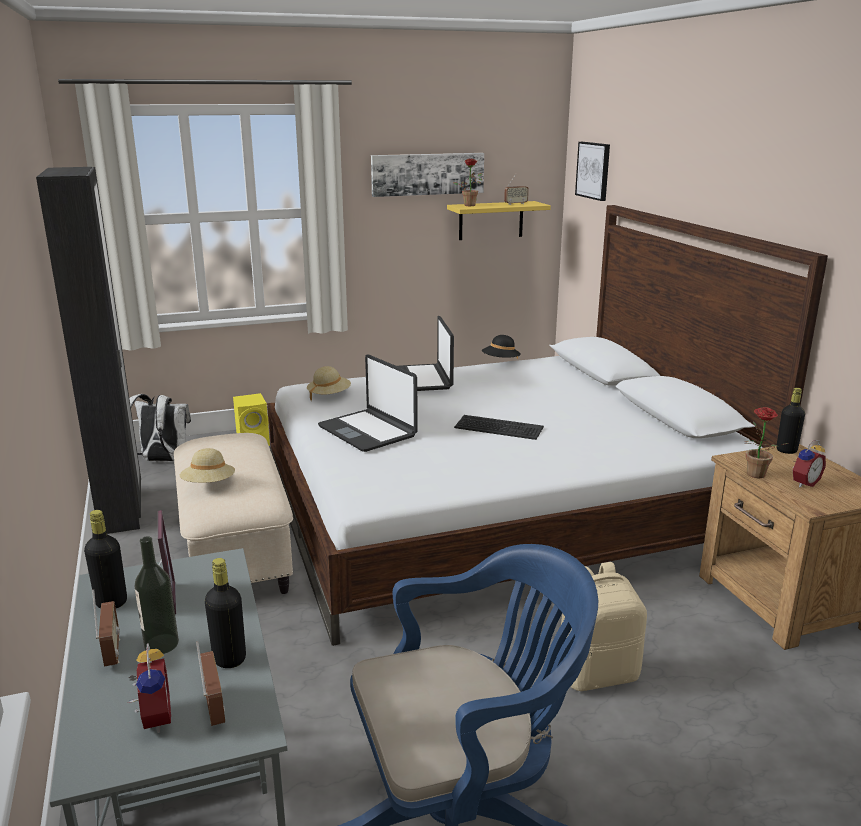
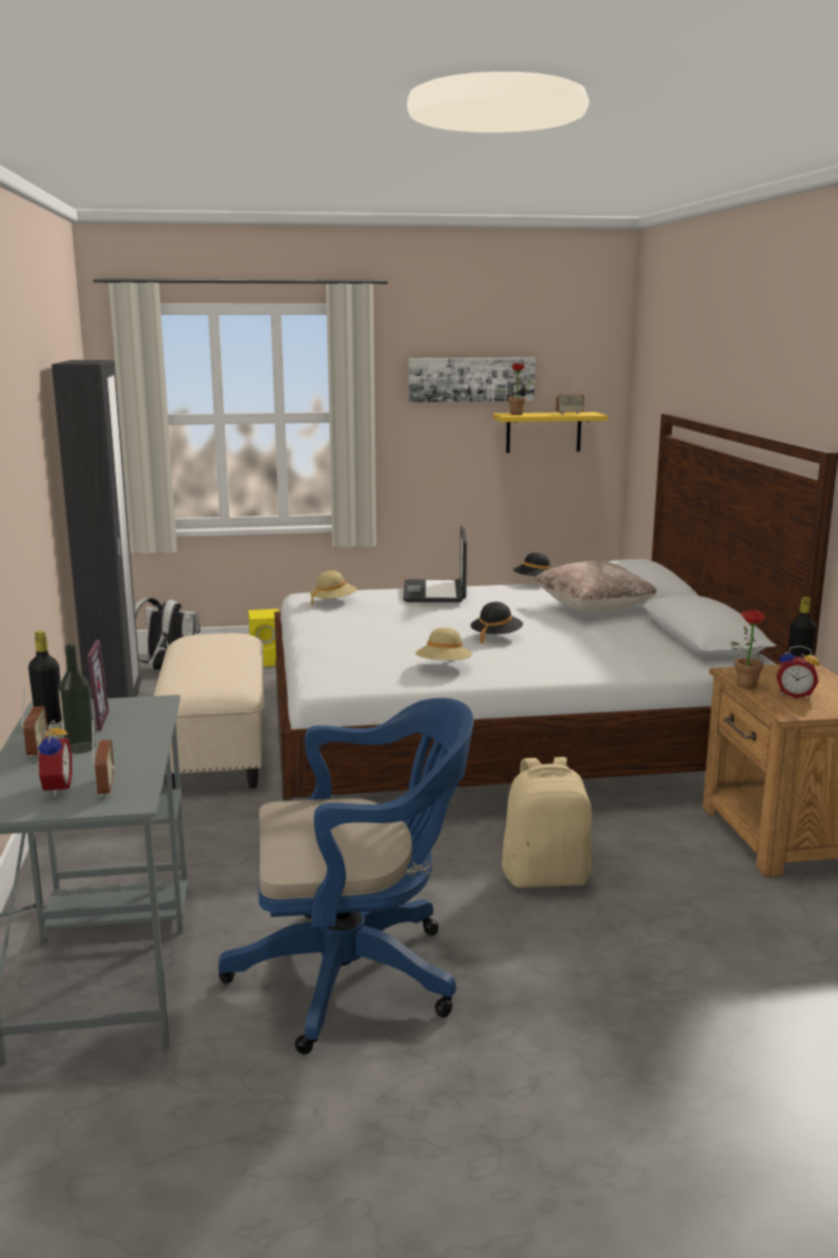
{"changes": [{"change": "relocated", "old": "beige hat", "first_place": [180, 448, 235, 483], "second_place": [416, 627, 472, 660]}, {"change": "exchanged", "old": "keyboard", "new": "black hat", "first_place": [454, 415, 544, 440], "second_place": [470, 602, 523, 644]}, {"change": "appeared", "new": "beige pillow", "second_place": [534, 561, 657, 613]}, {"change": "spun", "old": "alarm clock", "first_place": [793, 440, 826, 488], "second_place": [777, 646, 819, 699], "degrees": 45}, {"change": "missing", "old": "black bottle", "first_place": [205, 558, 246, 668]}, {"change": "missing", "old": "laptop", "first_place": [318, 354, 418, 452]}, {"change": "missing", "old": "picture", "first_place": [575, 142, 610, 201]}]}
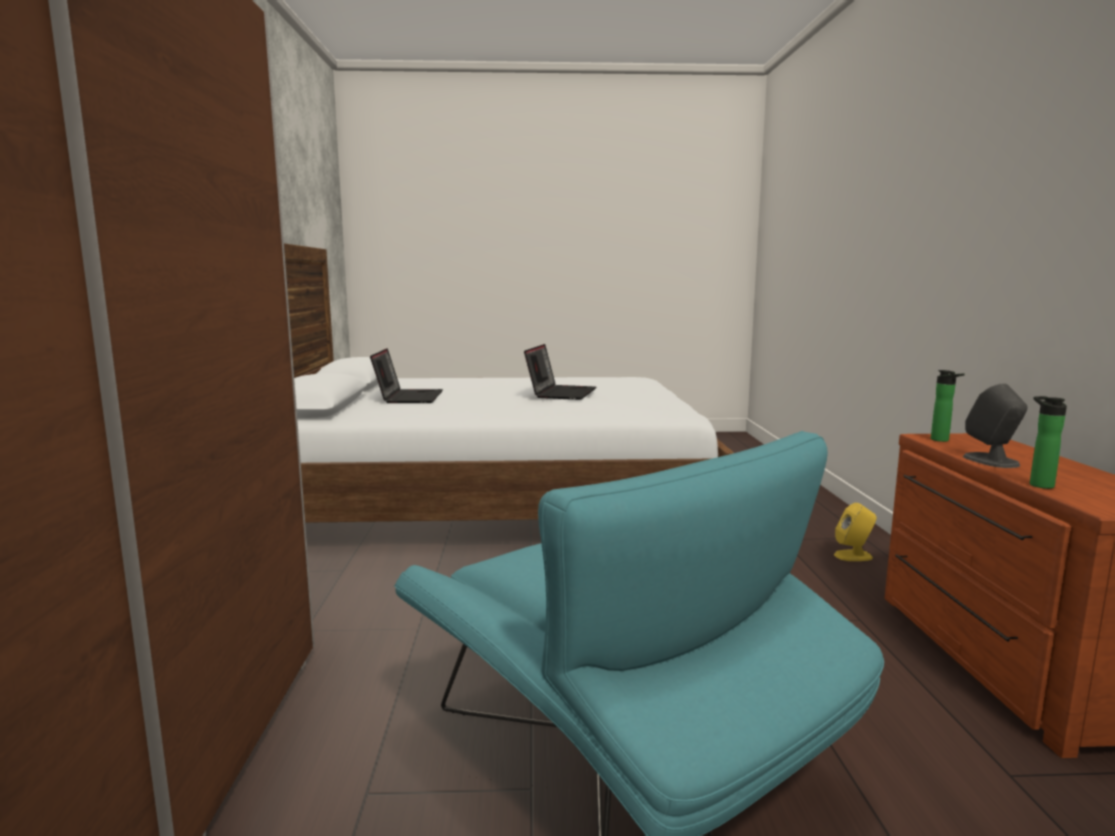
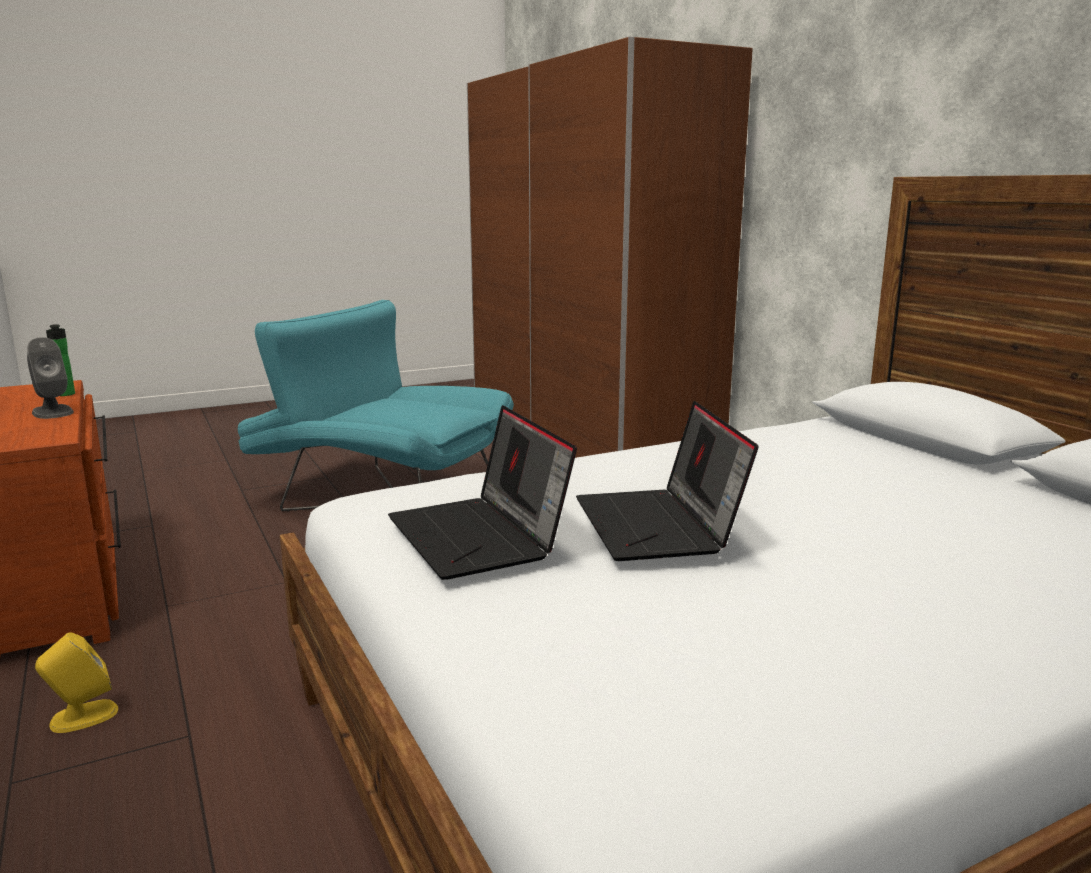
{"changes": [{"change": "relocated", "old": "laptop", "first_place": [370, 348, 443, 403], "second_place": [388, 405, 577, 580]}, {"change": "missing", "old": "bottle", "first_place": [931, 370, 965, 442]}]}
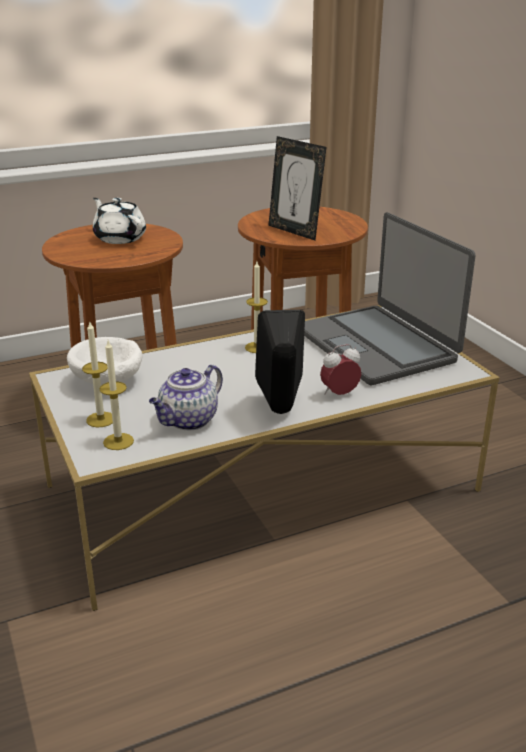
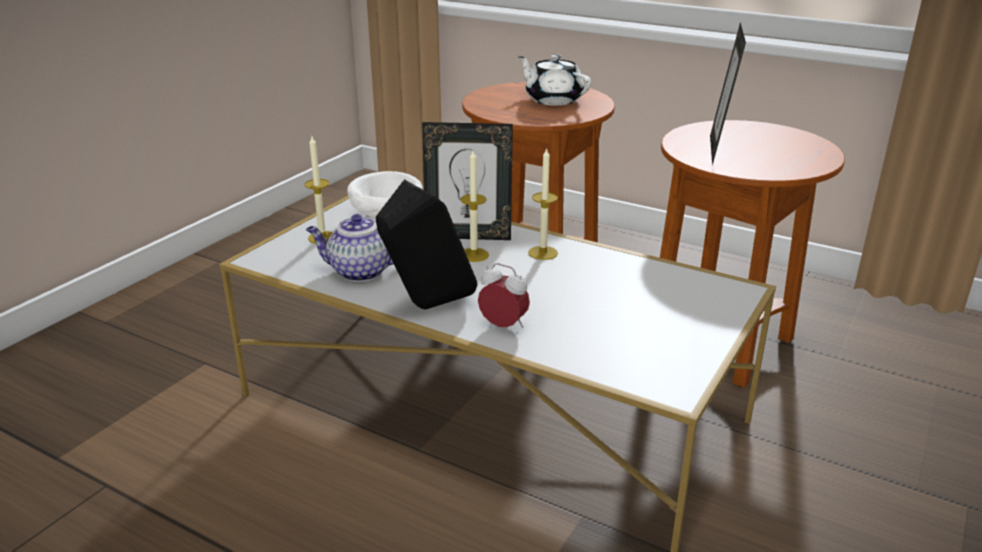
{"changes": [{"change": "appeared", "new": "picture frame", "second_place": [422, 122, 513, 240]}, {"change": "relocated", "old": "candle", "first_place": [99, 341, 134, 450], "second_place": [460, 150, 489, 262]}, {"change": "spun", "old": "white teapot", "first_place": [93, 198, 146, 244], "second_place": [518, 54, 591, 106], "degrees": -60}, {"change": "missing", "old": "laptop", "first_place": [304, 212, 475, 385]}]}
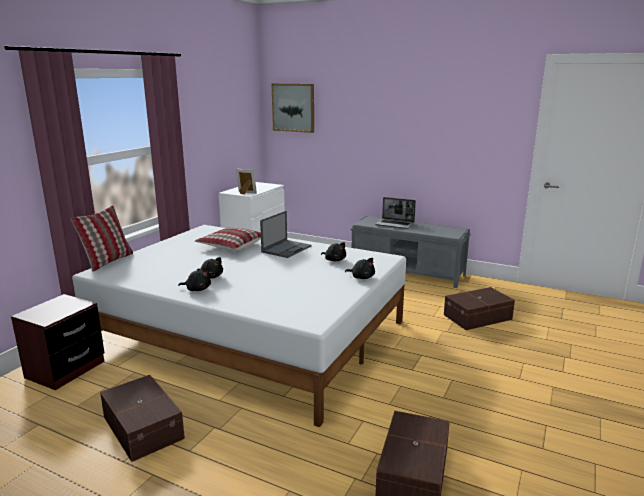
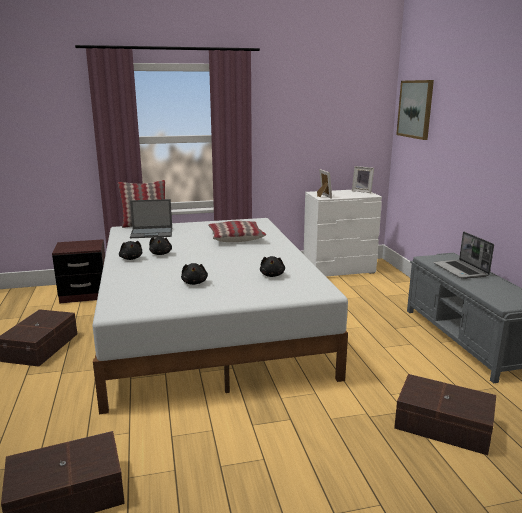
{"changes": [{"change": "relocated", "old": "laptop", "first_place": [260, 211, 312, 258], "second_place": [130, 199, 172, 238]}, {"change": "relocated", "old": "black plush toy", "first_place": [345, 258, 375, 279], "second_place": [181, 263, 208, 285]}, {"change": "appeared", "new": "picture frame", "second_place": [352, 166, 374, 193]}]}
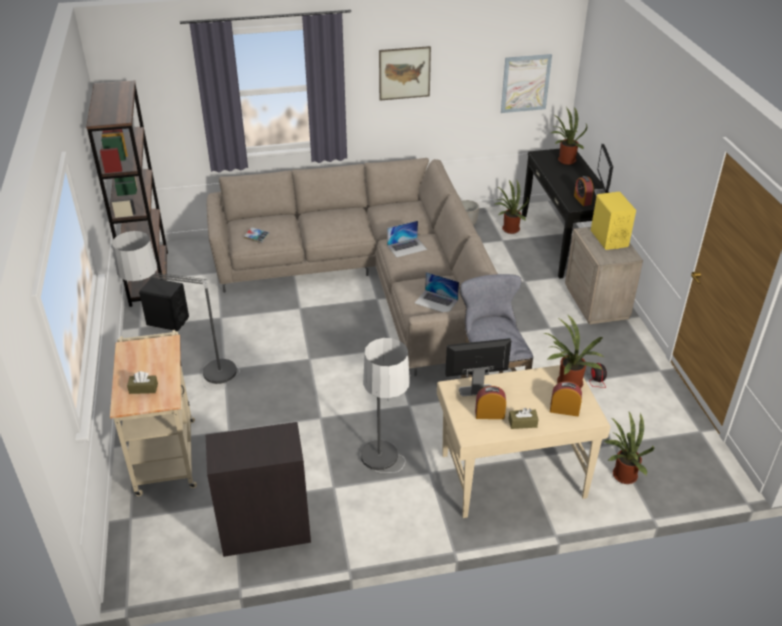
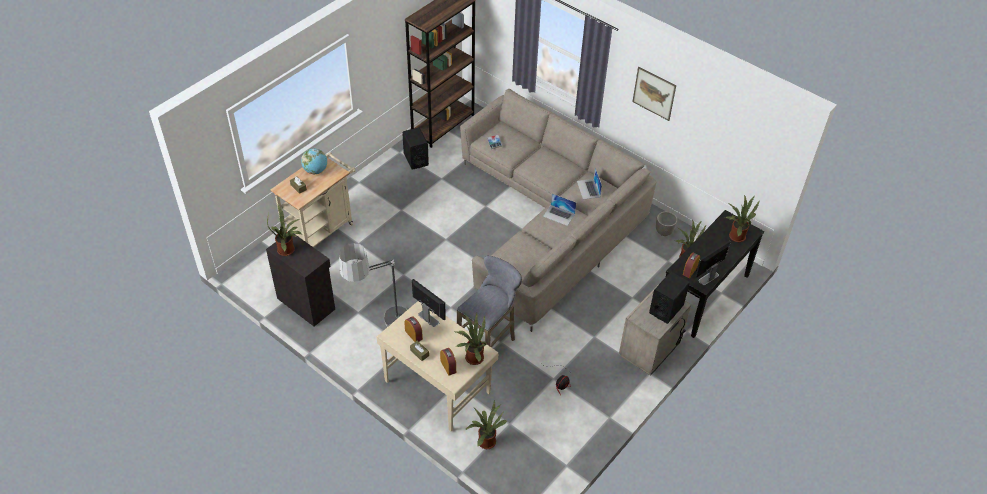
{"changes": [{"change": "appeared", "new": "potted plant", "second_place": [267, 205, 301, 256]}, {"change": "appeared", "new": "globe", "second_place": [301, 148, 327, 174]}, {"change": "relocated", "old": "laptop", "first_place": [415, 272, 459, 312], "second_place": [577, 168, 602, 199]}, {"change": "colour", "old": "yellow speaker", "new": "black speaker", "first_place": [591, 192, 636, 250], "second_place": [649, 272, 689, 324]}, {"change": "missing", "old": "floor lamp", "first_place": [112, 231, 240, 390]}, {"change": "missing", "old": "picture", "first_place": [501, 54, 552, 113]}]}
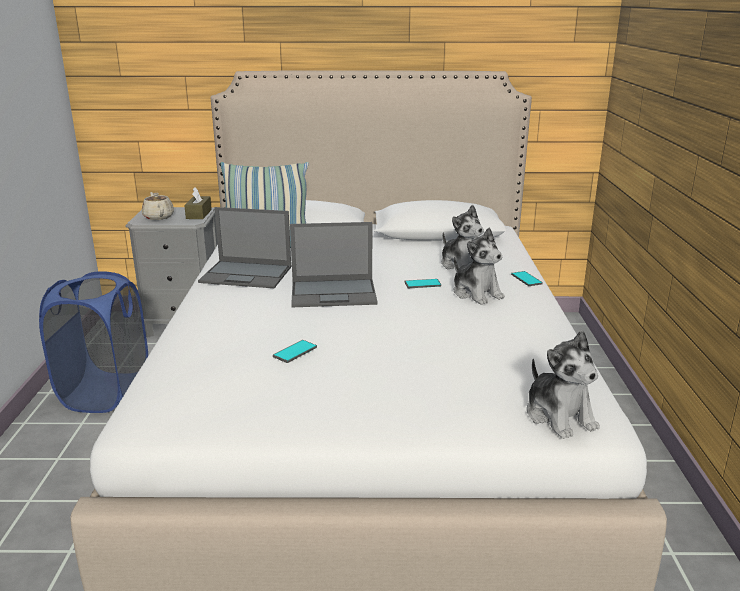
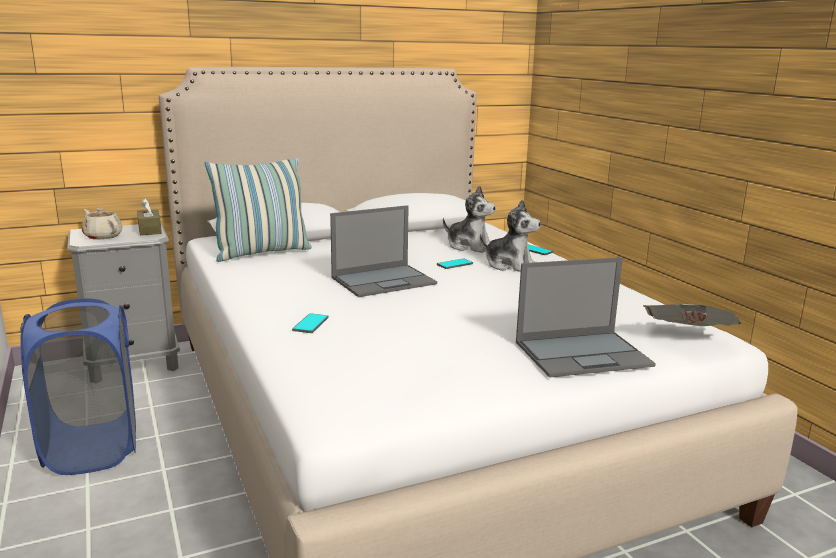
{"changes": [{"change": "relocated", "old": "phone", "first_place": [273, 340, 317, 363], "second_place": [292, 313, 329, 333]}, {"change": "relocated", "old": "laptop", "first_place": [198, 207, 291, 288], "second_place": [516, 257, 656, 378]}, {"change": "exchanged", "old": "plush toy", "new": "newspaper", "first_place": [527, 330, 600, 439], "second_place": [643, 304, 741, 326]}]}
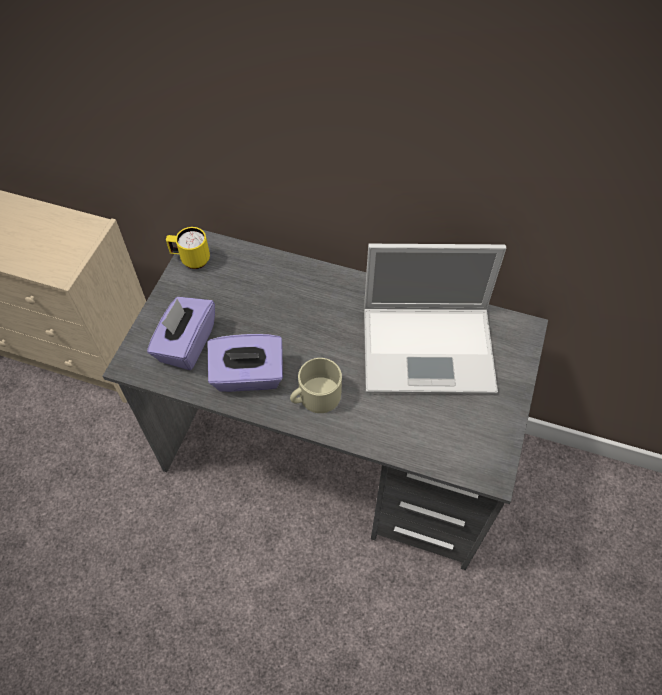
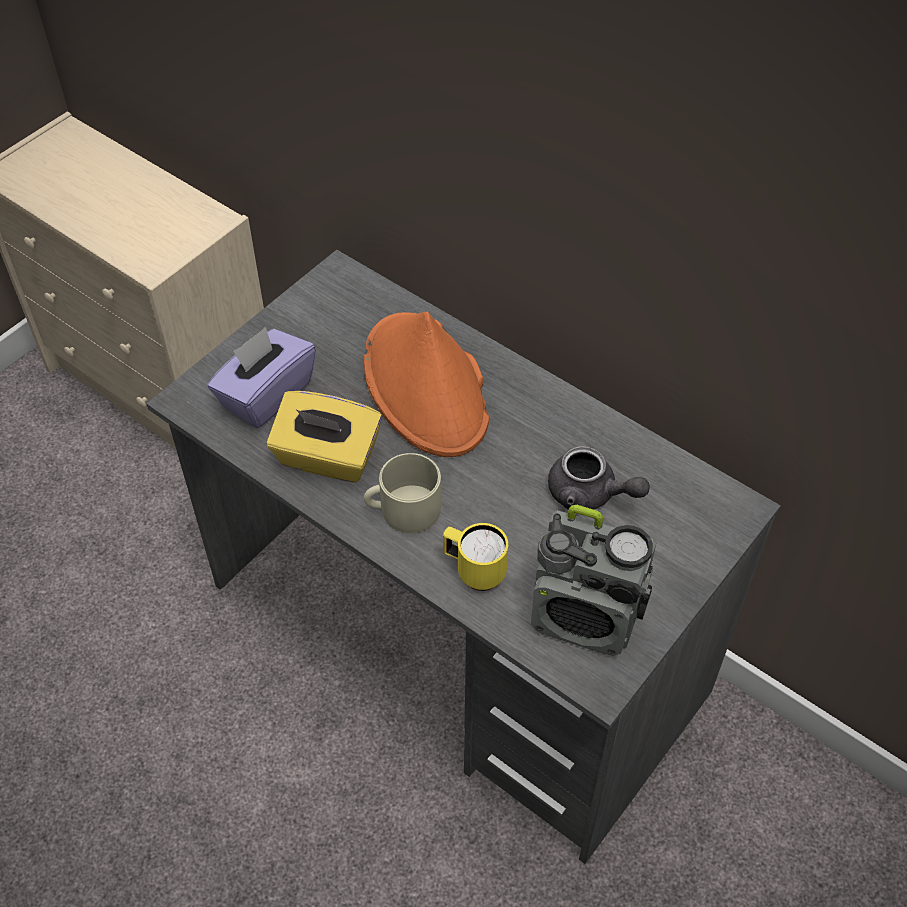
{"changes": [{"change": "colour", "old": "purple tissue box", "new": "yellow tissue box", "first_place": [207, 334, 283, 392], "second_place": [267, 391, 382, 483]}, {"change": "appeared", "new": "orange hat", "second_place": [364, 312, 490, 457]}, {"change": "relocated", "old": "yellow mug", "first_place": [166, 227, 210, 269], "second_place": [443, 523, 508, 591]}, {"change": "appeared", "new": "radio", "second_place": [531, 505, 656, 656]}, {"change": "exchanged", "old": "laptop", "new": "grey teapot", "first_place": [364, 244, 506, 394], "second_place": [548, 446, 650, 510]}]}
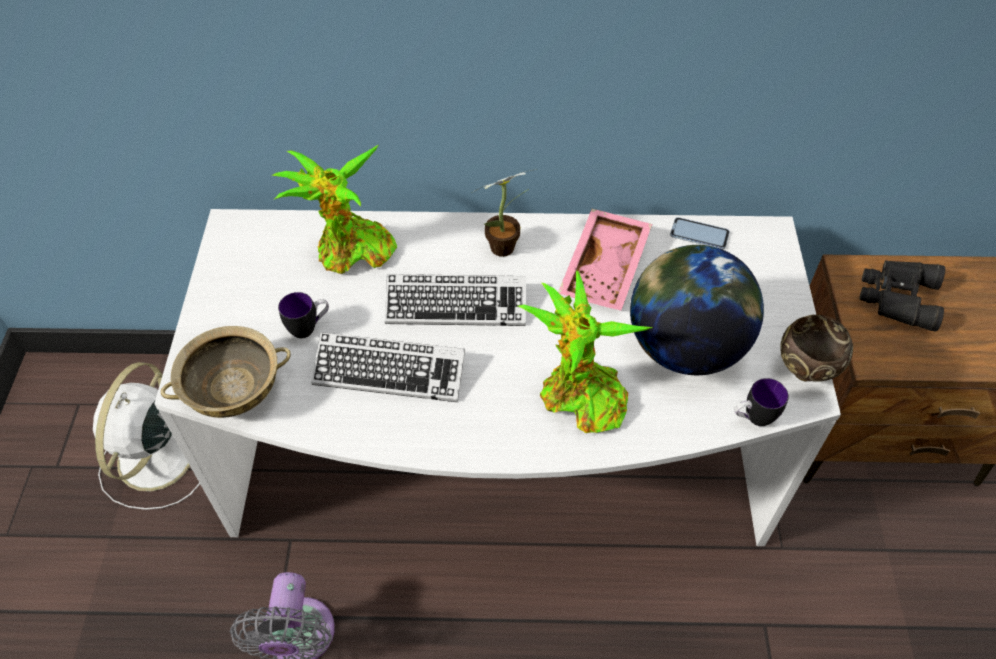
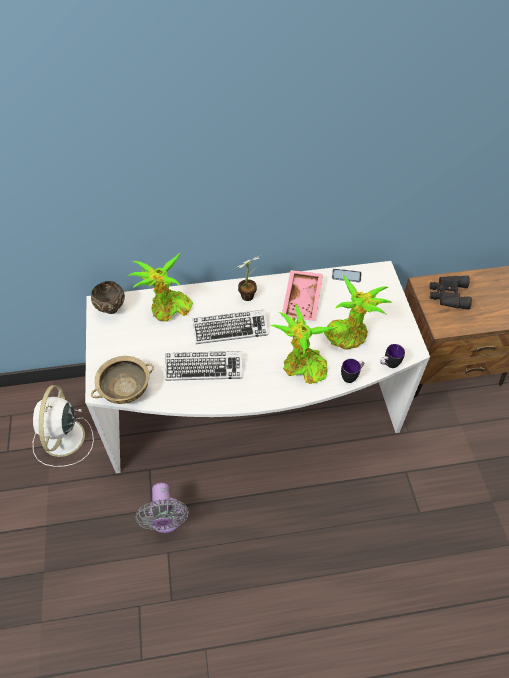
{"changes": [{"change": "relocated", "old": "brown bowl", "first_place": [780, 315, 853, 382], "second_place": [91, 281, 125, 314]}, {"change": "exchanged", "old": "globe", "new": "potted plant", "first_place": [630, 245, 764, 375], "second_place": [324, 274, 393, 350]}, {"change": "relocated", "old": "mug", "first_place": [278, 292, 329, 338], "second_place": [341, 359, 364, 383]}]}
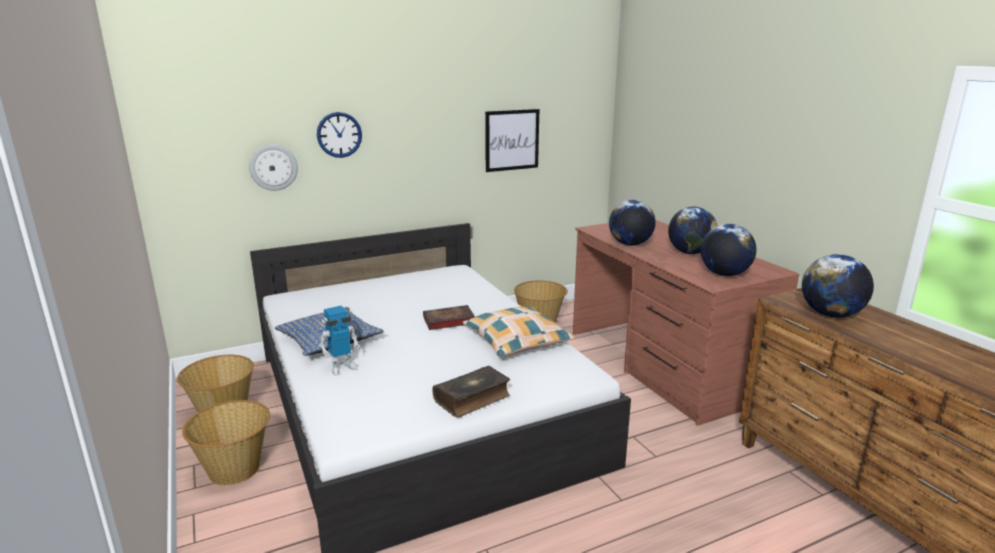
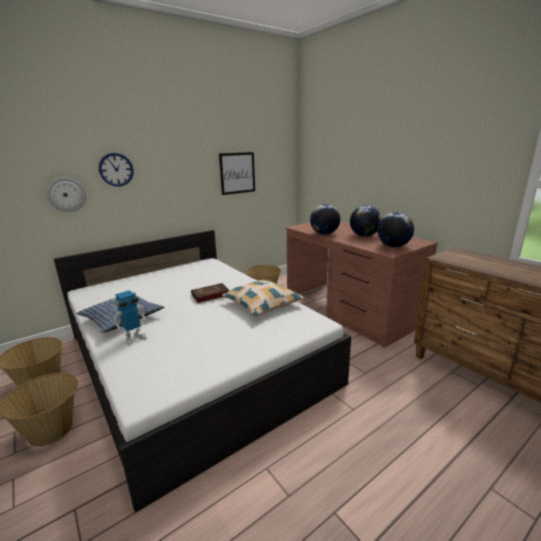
{"changes": [{"change": "missing", "old": "book", "first_place": [432, 366, 510, 418]}, {"change": "missing", "old": "globe", "first_place": [802, 254, 874, 318]}]}
